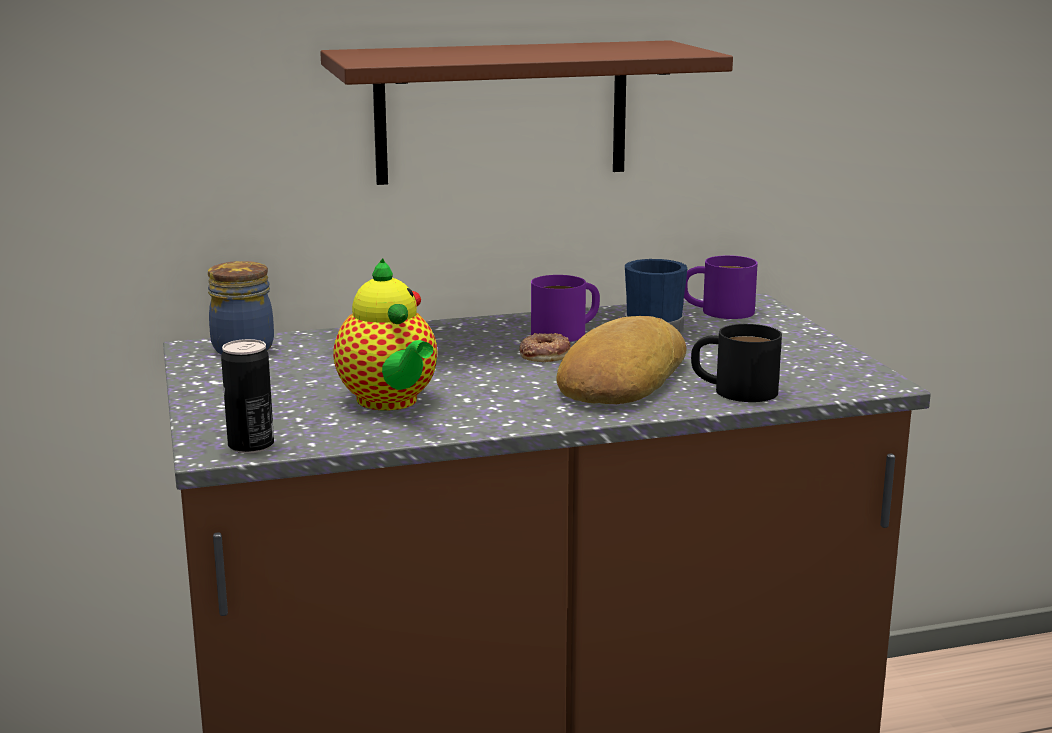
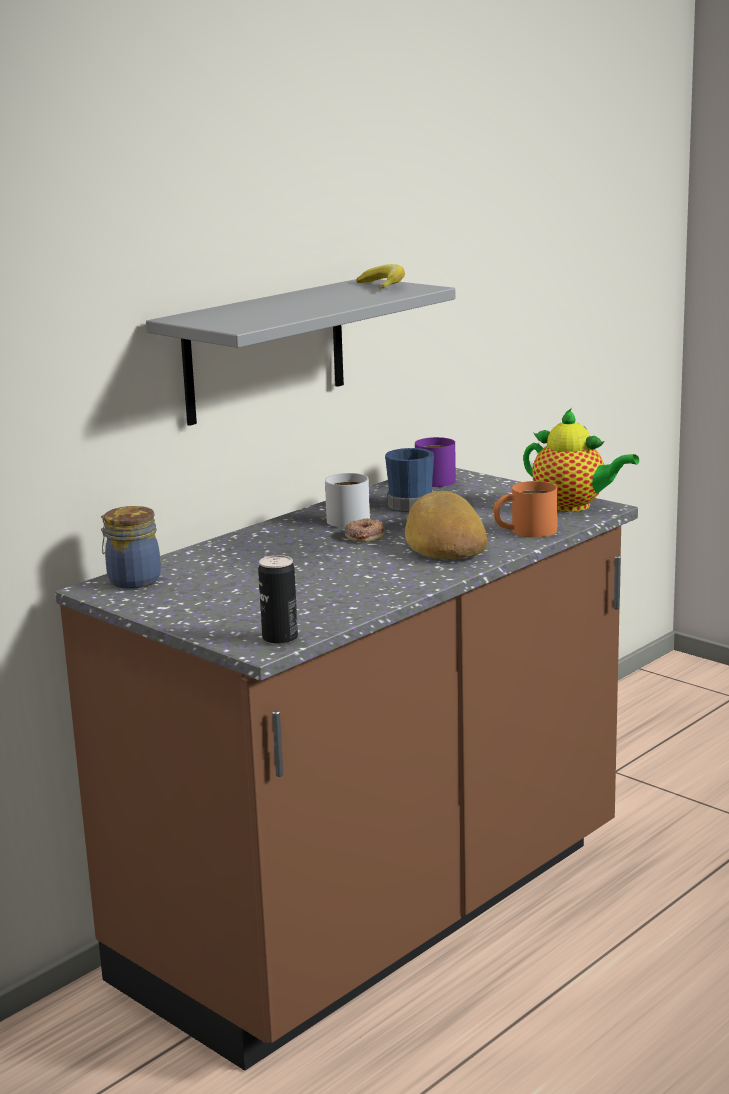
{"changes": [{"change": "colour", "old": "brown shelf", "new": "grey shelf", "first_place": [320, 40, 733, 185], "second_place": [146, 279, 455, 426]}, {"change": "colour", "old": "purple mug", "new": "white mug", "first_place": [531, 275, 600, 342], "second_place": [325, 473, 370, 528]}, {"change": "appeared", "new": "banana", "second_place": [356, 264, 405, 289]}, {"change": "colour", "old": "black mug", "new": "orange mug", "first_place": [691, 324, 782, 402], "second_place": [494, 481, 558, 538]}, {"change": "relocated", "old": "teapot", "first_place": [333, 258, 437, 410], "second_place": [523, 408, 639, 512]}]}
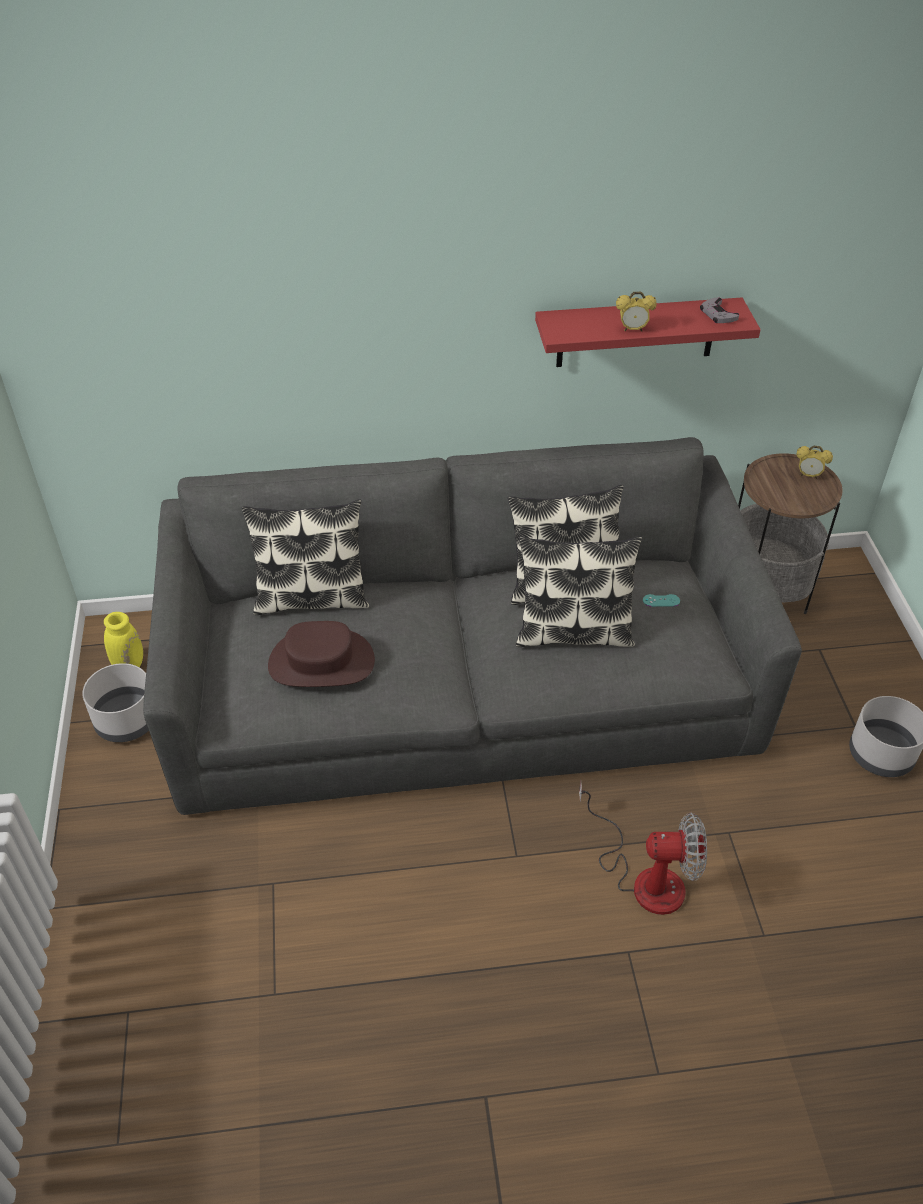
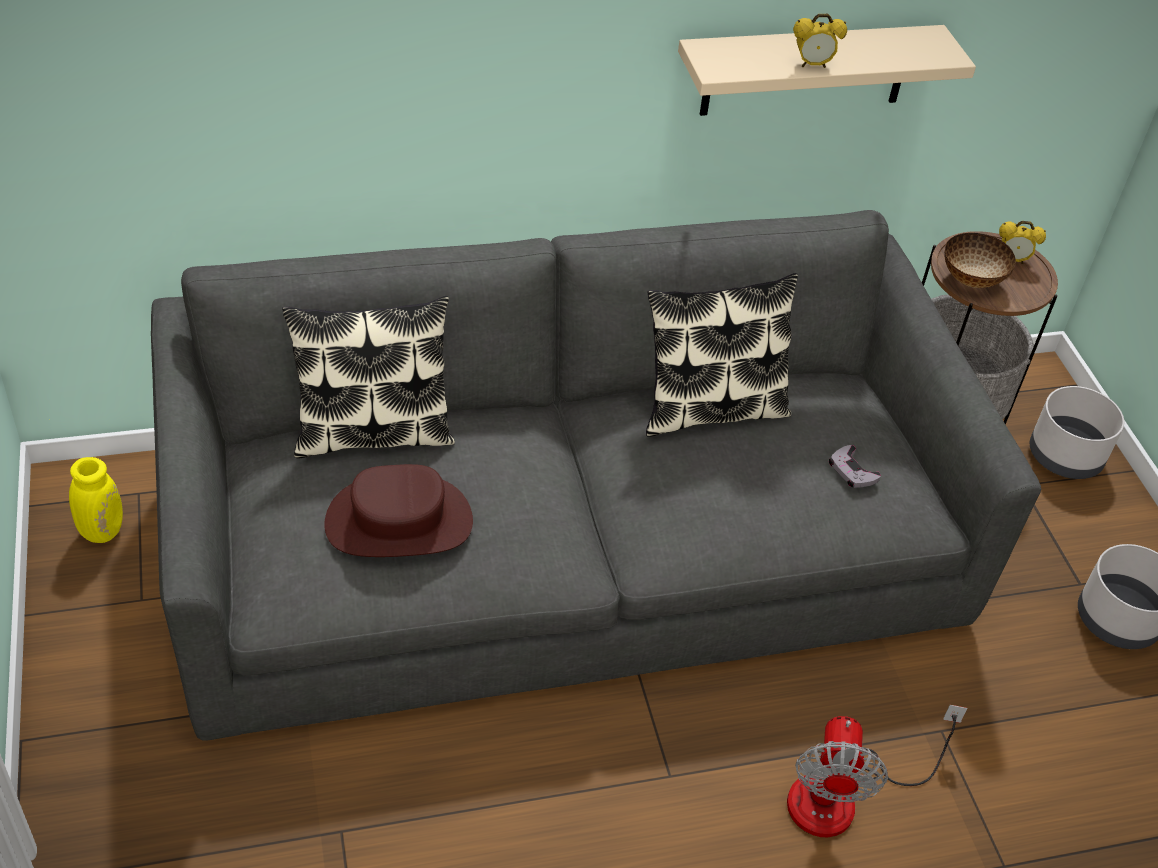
{"changes": [{"change": "colour", "old": "red shelf", "new": "beige shelf", "first_place": [535, 297, 761, 367], "second_place": [678, 25, 976, 116]}, {"change": "spun", "old": "fan", "first_place": [579, 781, 707, 915], "second_place": [787, 705, 967, 837], "degrees": 105}, {"change": "relocated", "old": "grey game controller", "first_place": [700, 297, 739, 323], "second_place": [829, 445, 881, 488]}, {"change": "appeared", "new": "bowl", "second_place": [944, 233, 1016, 288]}, {"change": "relocated", "old": "grey planter", "first_place": [82, 663, 149, 742], "second_place": [1030, 386, 1124, 479]}, {"change": "missing", "old": "pillow", "first_place": [516, 536, 642, 647]}, {"change": "missing", "old": "turquoise game controller", "first_place": [643, 594, 680, 607]}]}
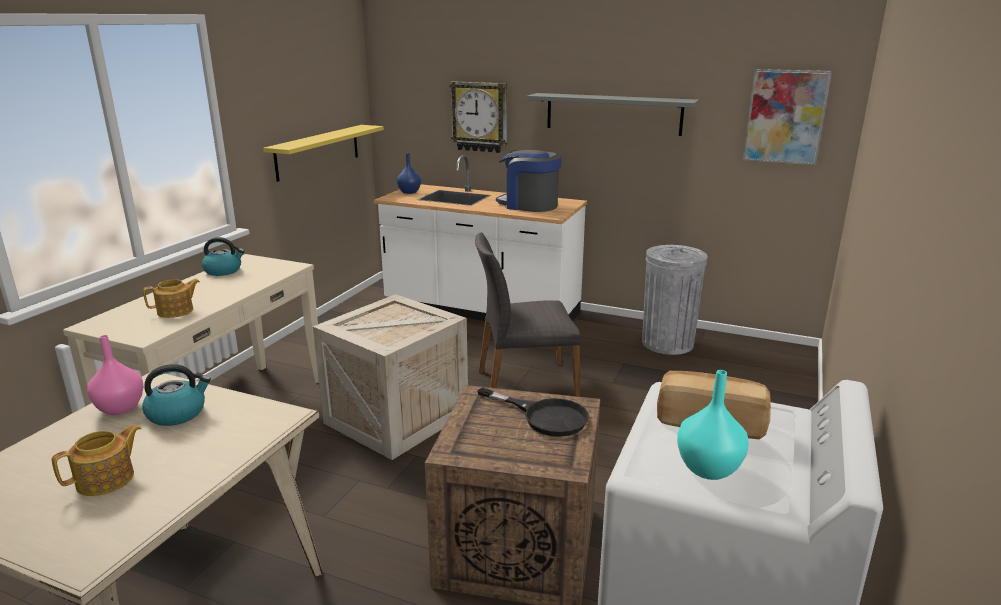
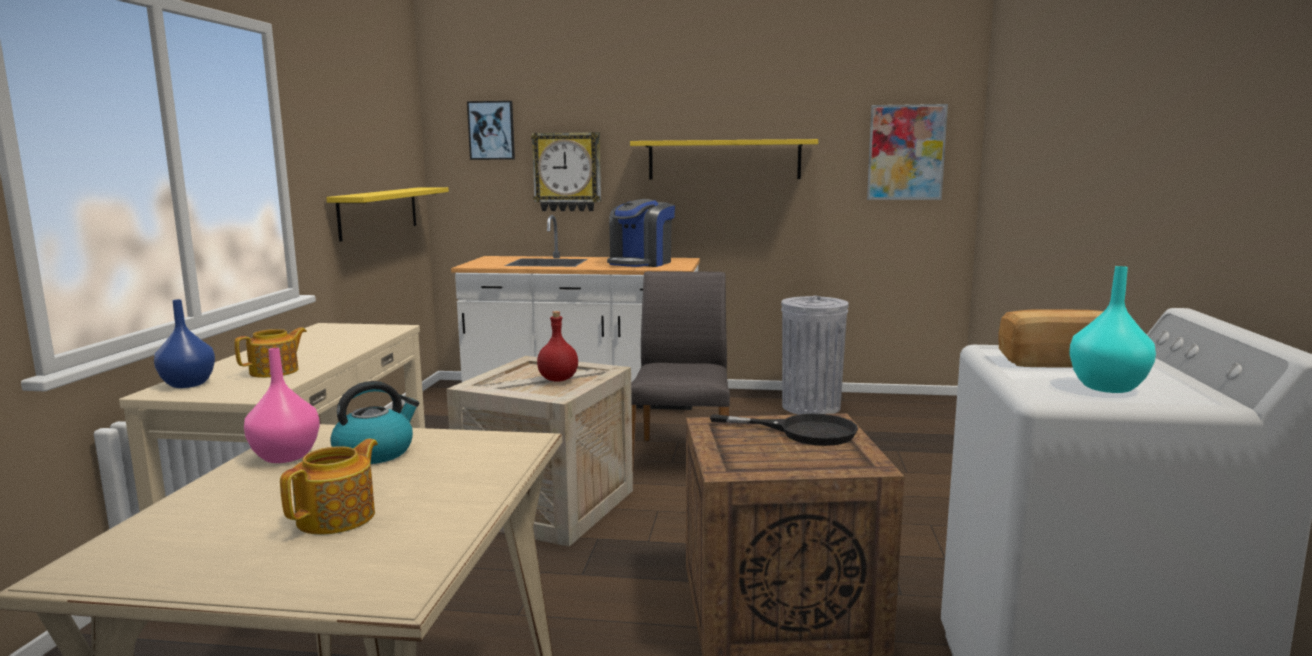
{"changes": [{"change": "relocated", "old": "blue vase", "first_place": [397, 153, 421, 194], "second_place": [154, 299, 215, 388]}, {"change": "appeared", "new": "picture", "second_place": [467, 101, 515, 160]}, {"change": "appeared", "new": "red bottle", "second_place": [537, 311, 578, 382]}, {"change": "spun", "old": "coffee machine", "first_place": [496, 150, 562, 212], "second_place": [607, 199, 675, 267], "degrees": -75}, {"change": "colour", "old": "grey shelf", "new": "yellow shelf", "first_place": [527, 93, 699, 136], "second_place": [630, 139, 818, 180]}, {"change": "spun", "old": "grey chair", "first_place": [475, 232, 580, 397], "second_place": [631, 271, 730, 470], "degrees": 120}, {"change": "missing", "old": "kettle", "first_place": [202, 237, 244, 276]}]}
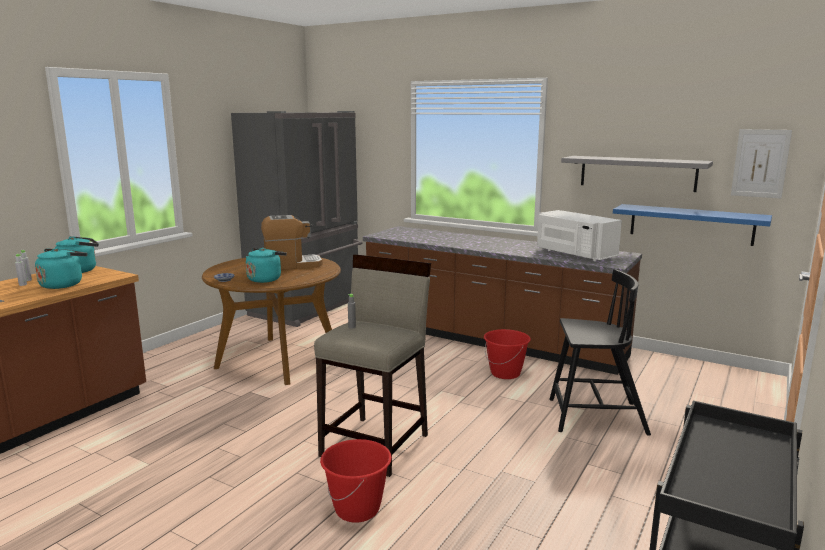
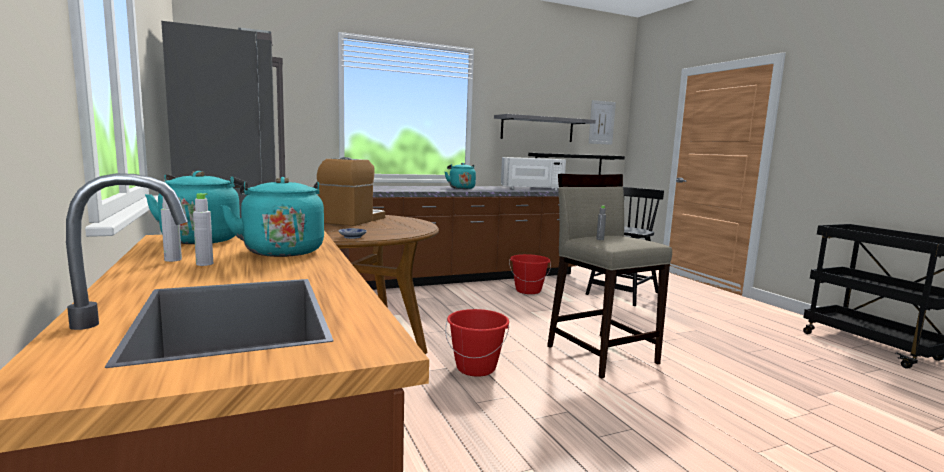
{"changes": [{"change": "relocated", "old": "turquoise kettle", "first_place": [246, 248, 287, 283], "second_place": [445, 163, 476, 189]}, {"change": "relocated", "old": "red bucket", "first_place": [320, 439, 392, 523], "second_place": [445, 309, 509, 377]}, {"change": "colour", "old": "blue shelf", "new": "black shelf", "first_place": [613, 204, 772, 246], "second_place": [528, 153, 625, 175]}]}
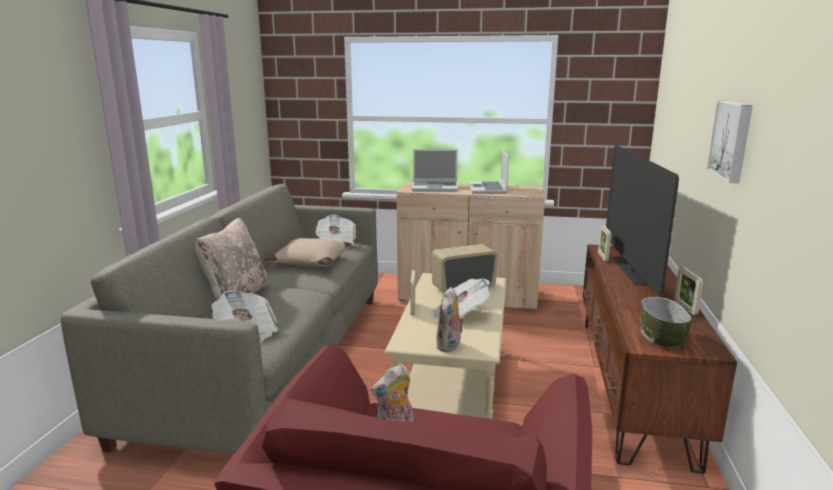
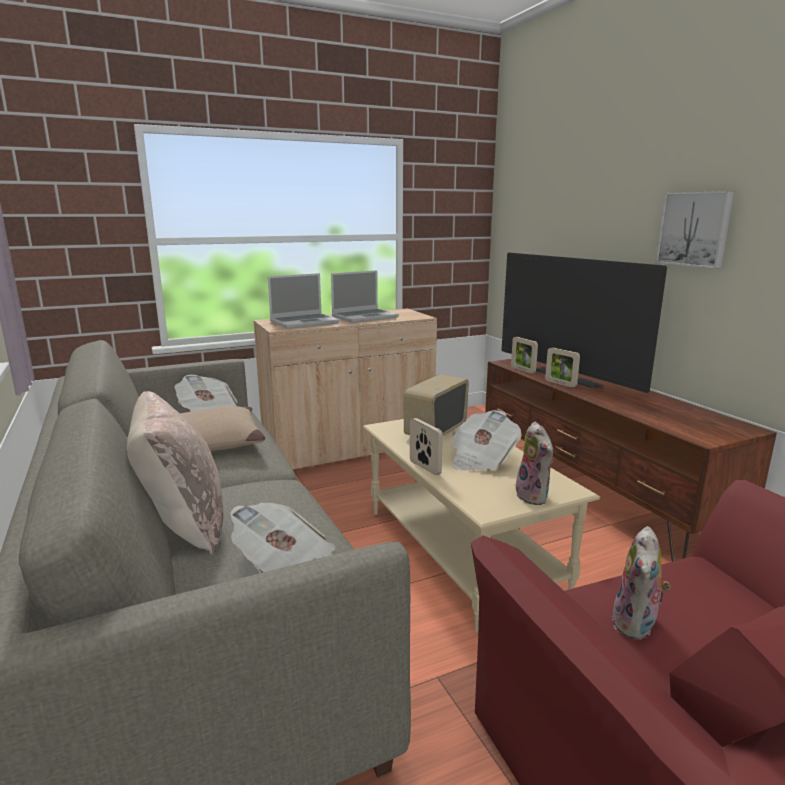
{"changes": [{"change": "spun", "old": "laptop", "first_place": [469, 149, 509, 194], "second_place": [331, 270, 399, 323], "degrees": -90}, {"change": "relocated", "old": "picture frame", "first_place": [674, 267, 703, 315], "second_place": [545, 347, 580, 388]}, {"change": "missing", "old": "bowl", "first_place": [640, 297, 691, 347]}]}
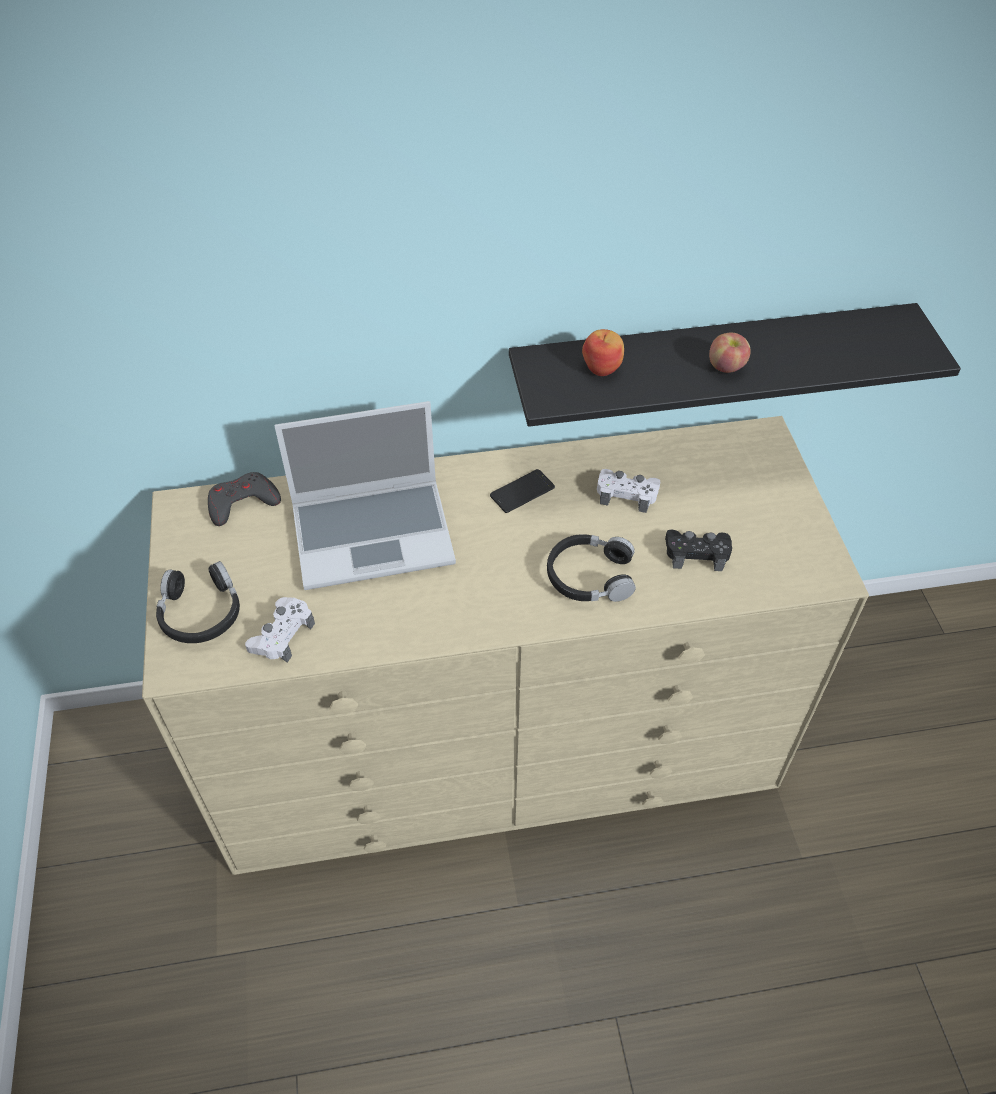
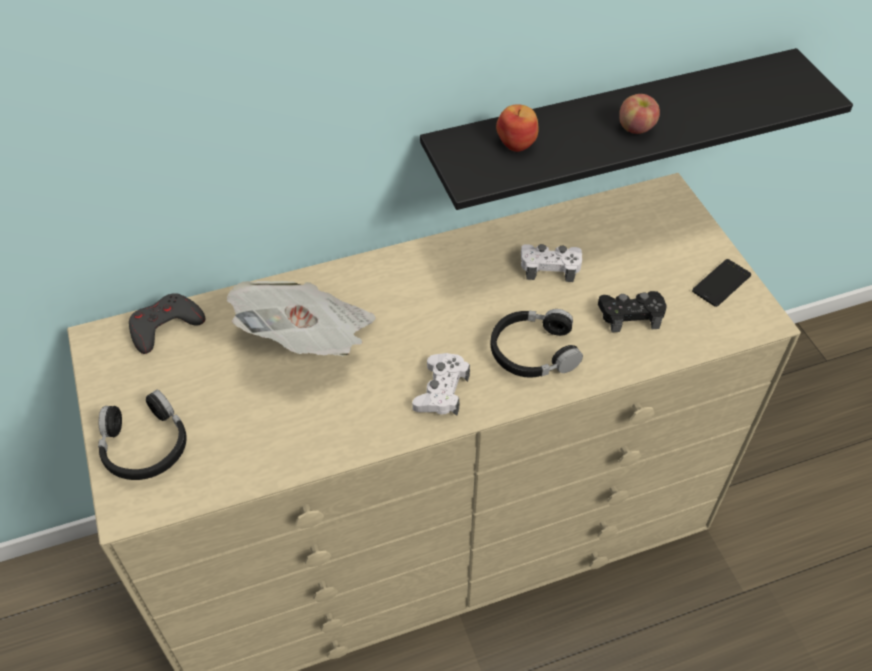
{"changes": [{"change": "exchanged", "old": "laptop", "new": "newspaper", "first_place": [274, 401, 456, 590], "second_place": [227, 281, 376, 356]}, {"change": "relocated", "old": "white game controller", "first_place": [245, 597, 315, 662], "second_place": [412, 353, 470, 416]}, {"change": "relocated", "old": "phone", "first_place": [490, 469, 555, 513], "second_place": [692, 259, 751, 307]}]}
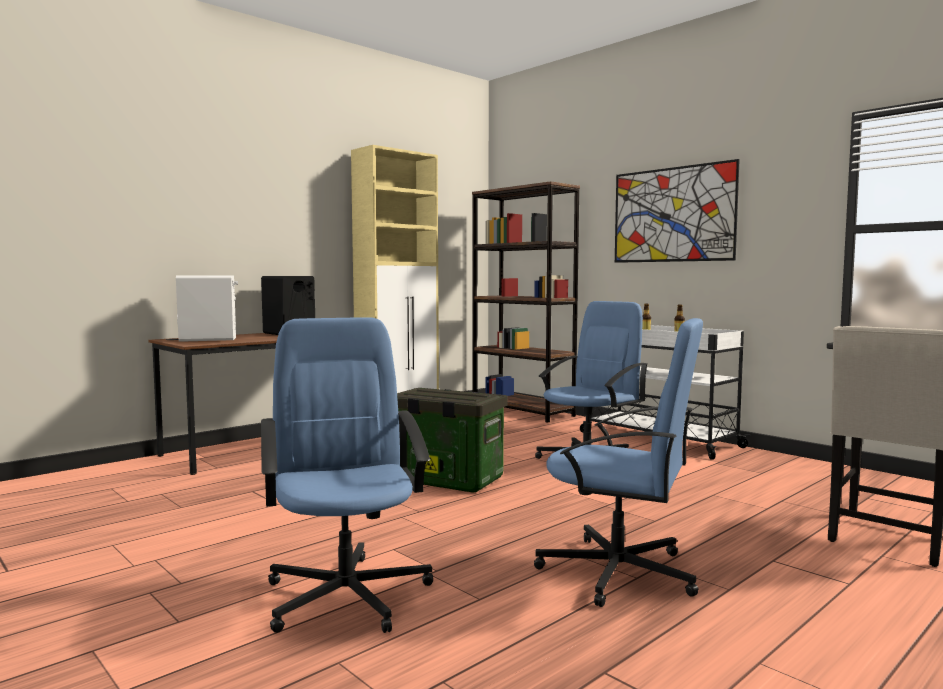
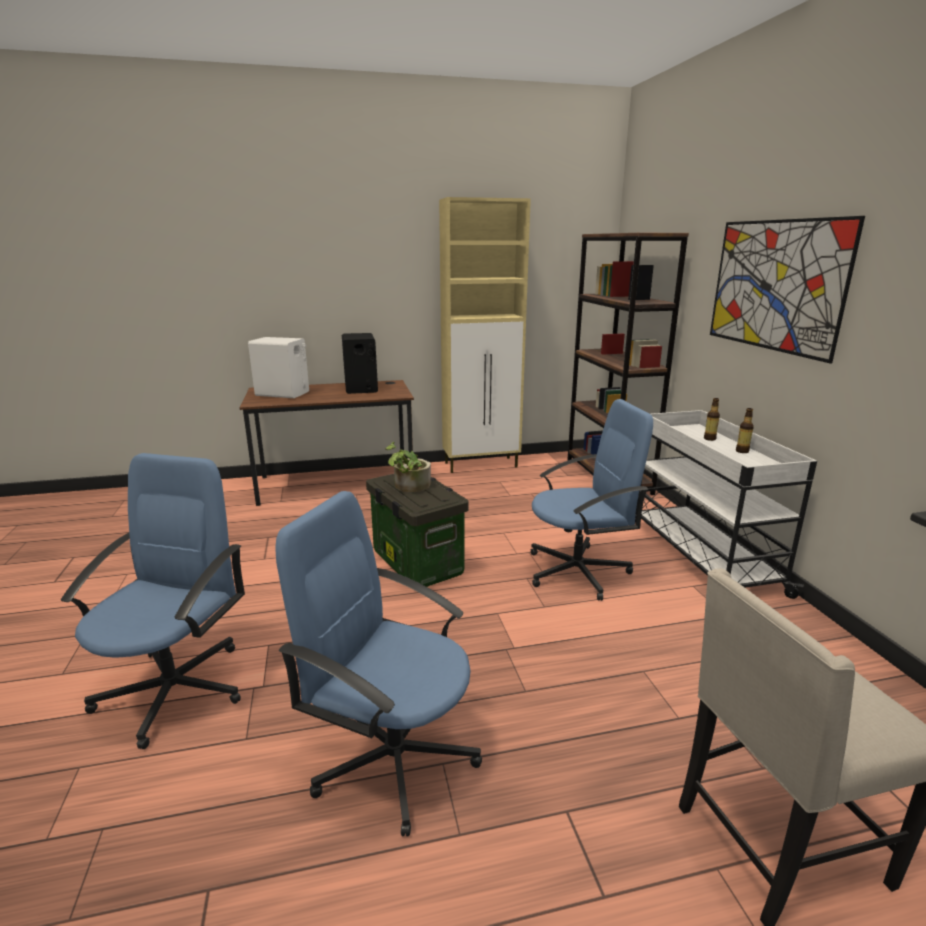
{"changes": [{"change": "spun", "old": "blue office chair", "first_place": [534, 318, 703, 607], "second_place": [275, 491, 482, 837], "degrees": 150}, {"change": "appeared", "new": "potted plant", "second_place": [385, 442, 431, 492]}]}
